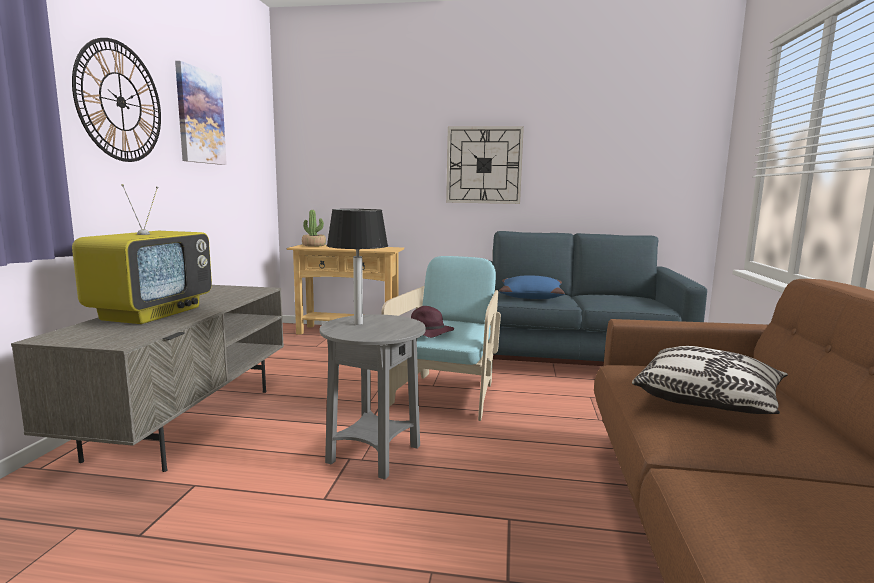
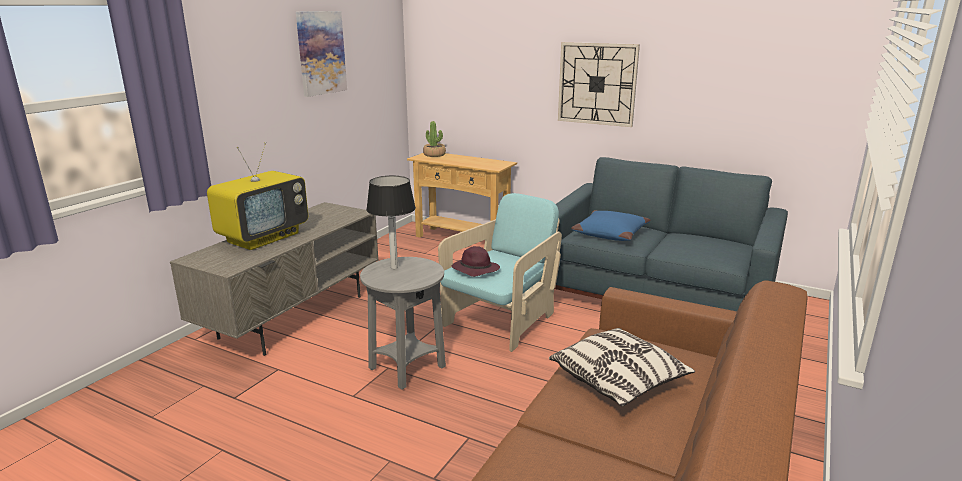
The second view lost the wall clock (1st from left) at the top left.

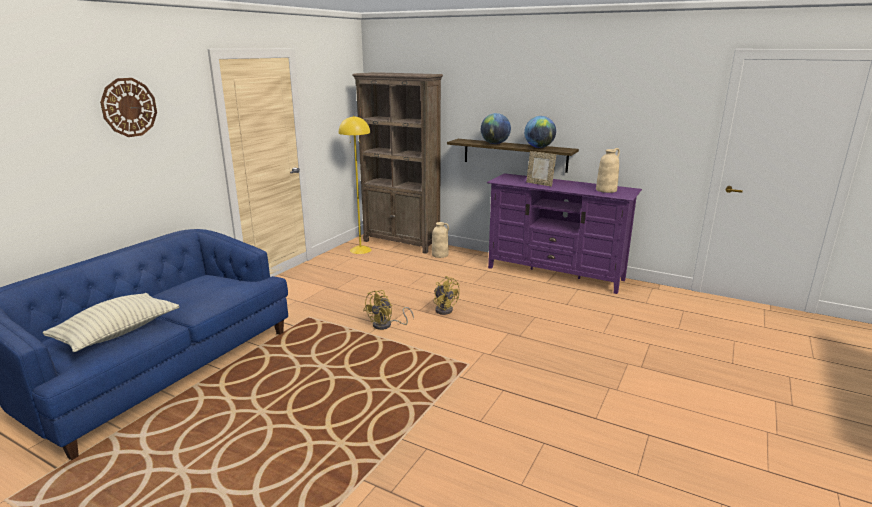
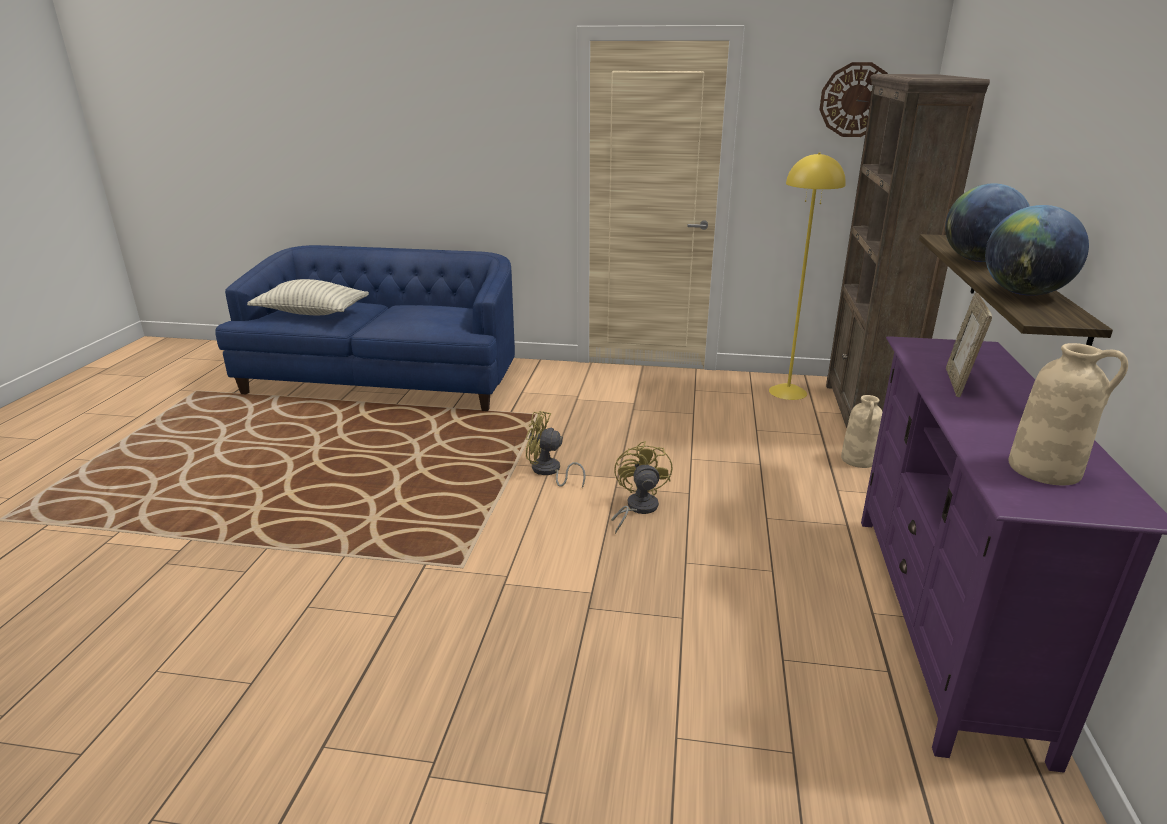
The fan (yellowish) (2nd from left) at the centre ended up facing another way, 150 degrees clockwise from before.
The wall clock ended up elsewhere, having gone from the top left to the top right.

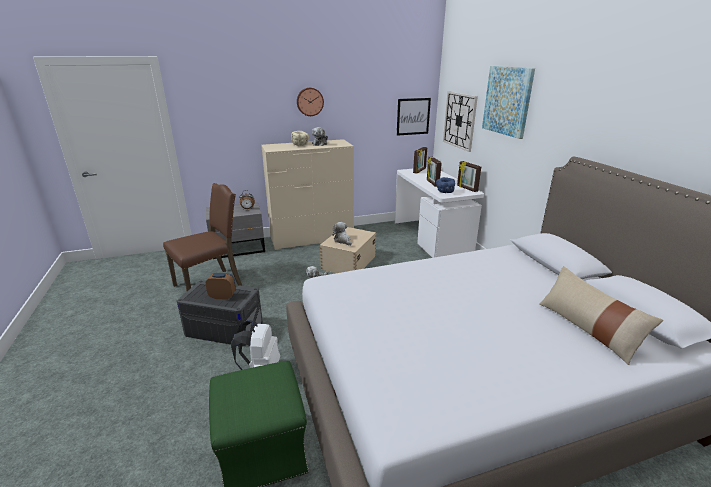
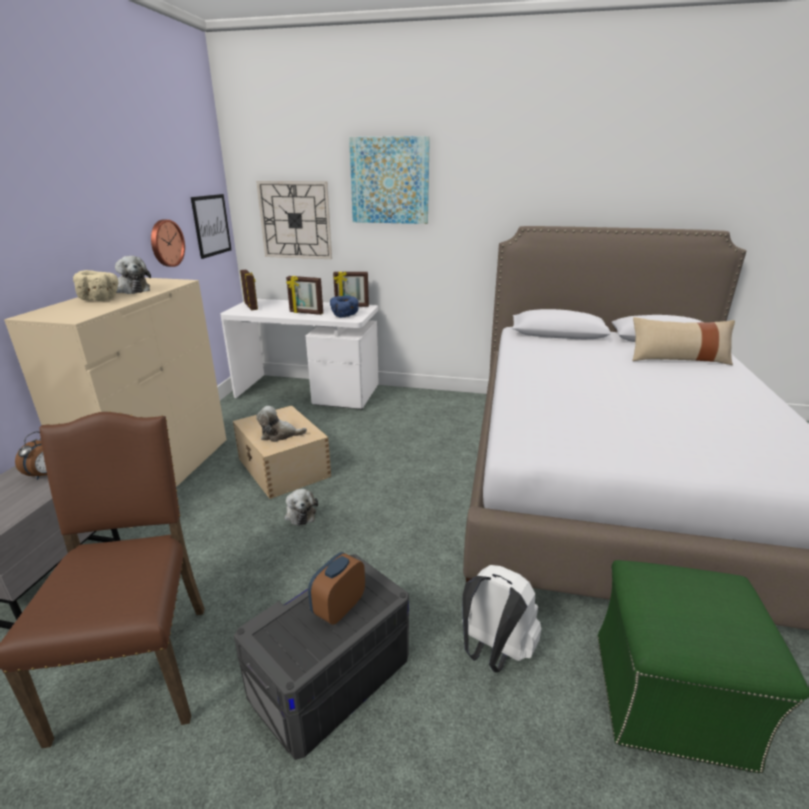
The wall clock (1st from left) ended up elsewhere, having gone from the top centre to the top left.

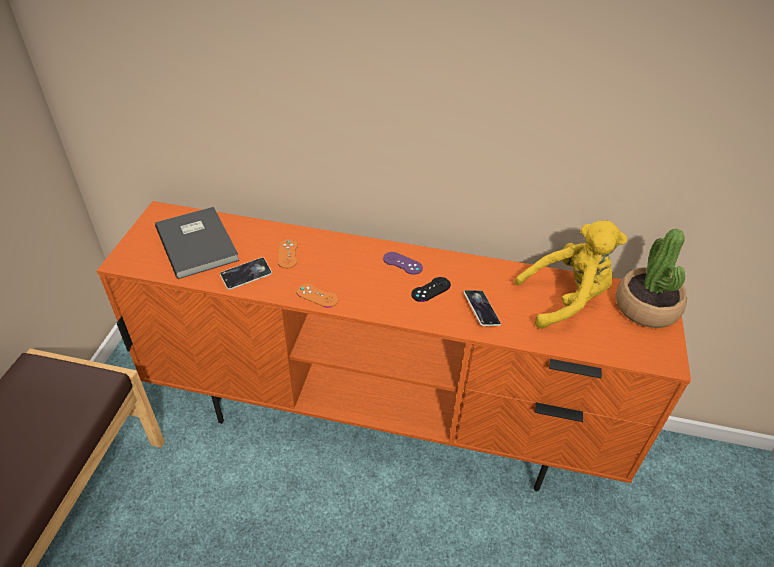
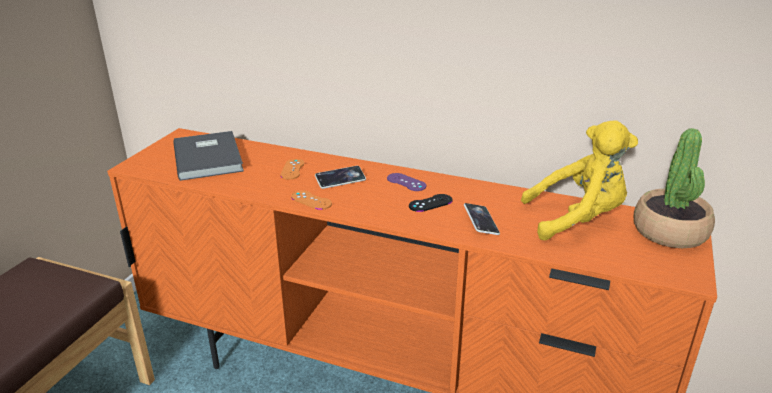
The handset (1st from left) ended up elsewhere, having gone from the middle left to the centre.

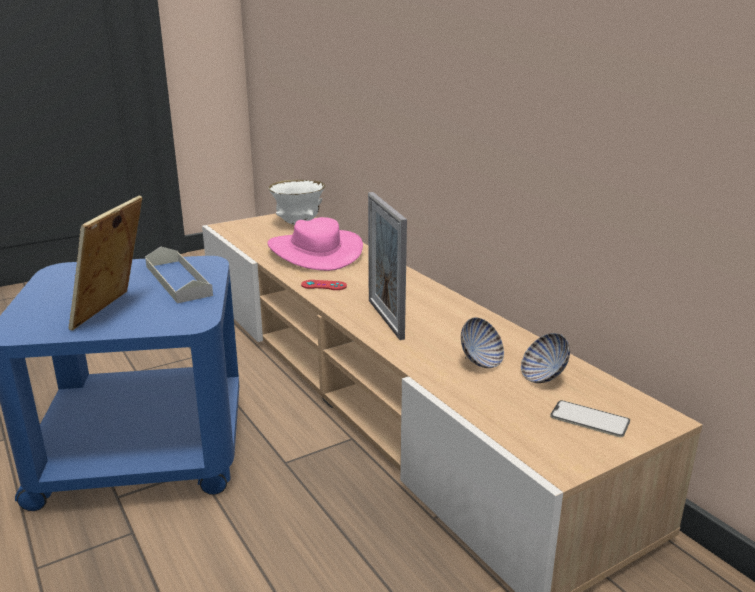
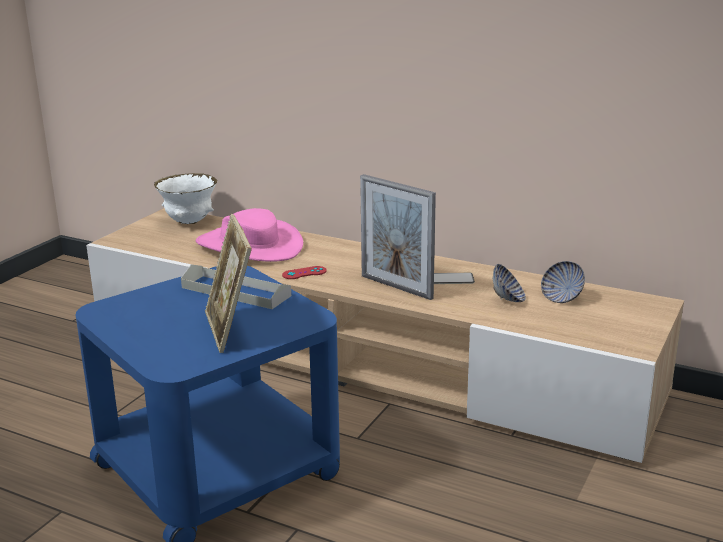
The handset ended up elsewhere, having gone from the bottom right to the centre.

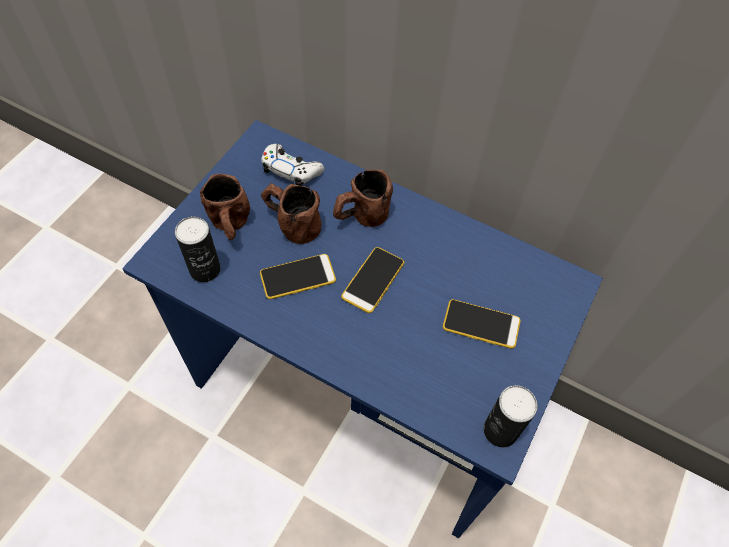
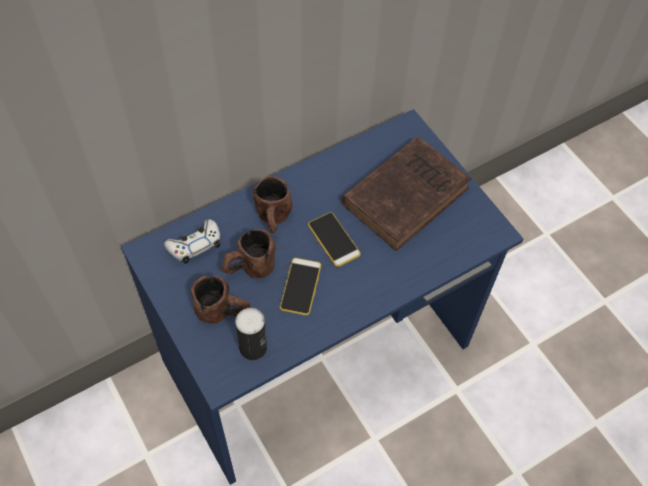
Where the handset (3rd from left) stood at the centre, the volume (brown-coloured) came to stand at the centre.
The second view lost the metal can (2nd from left) at the bottom right.

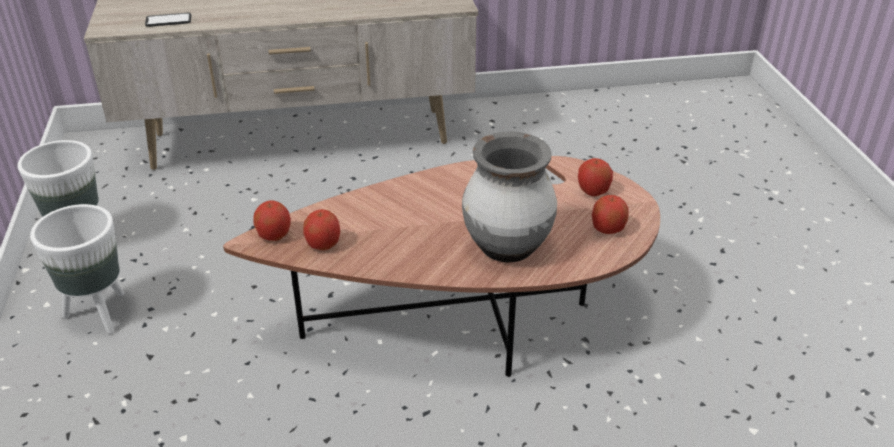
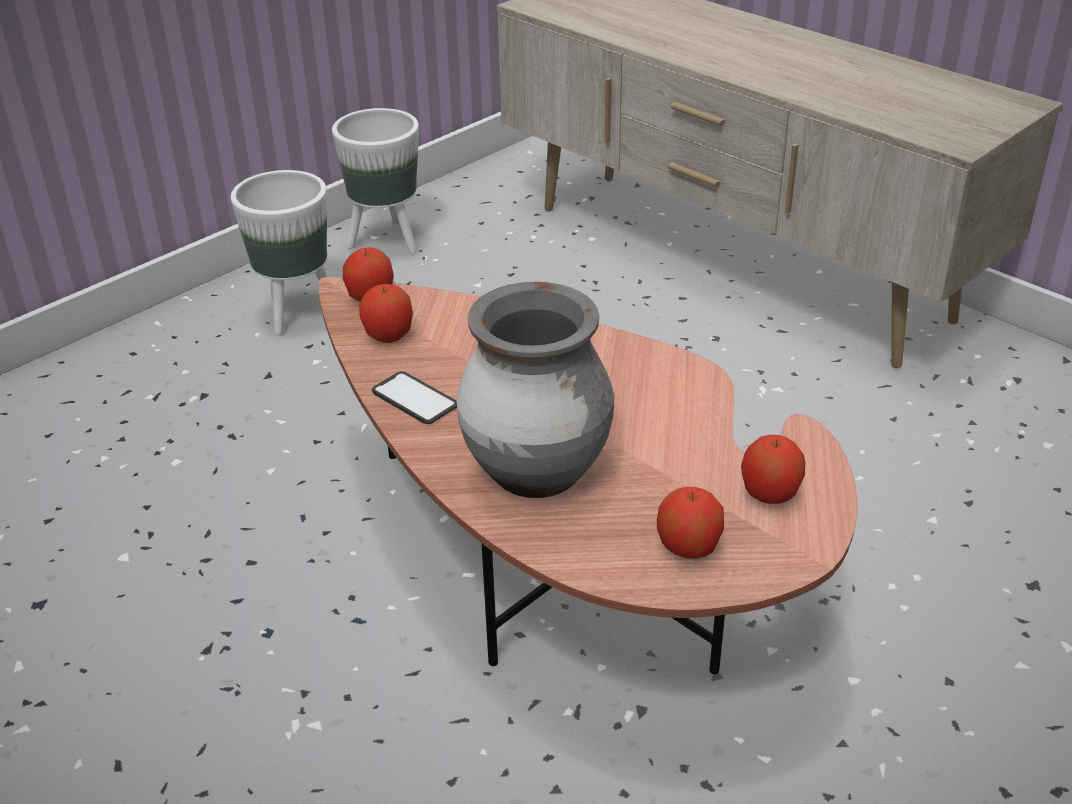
The handset ended up elsewhere, having gone from the top left to the centre.

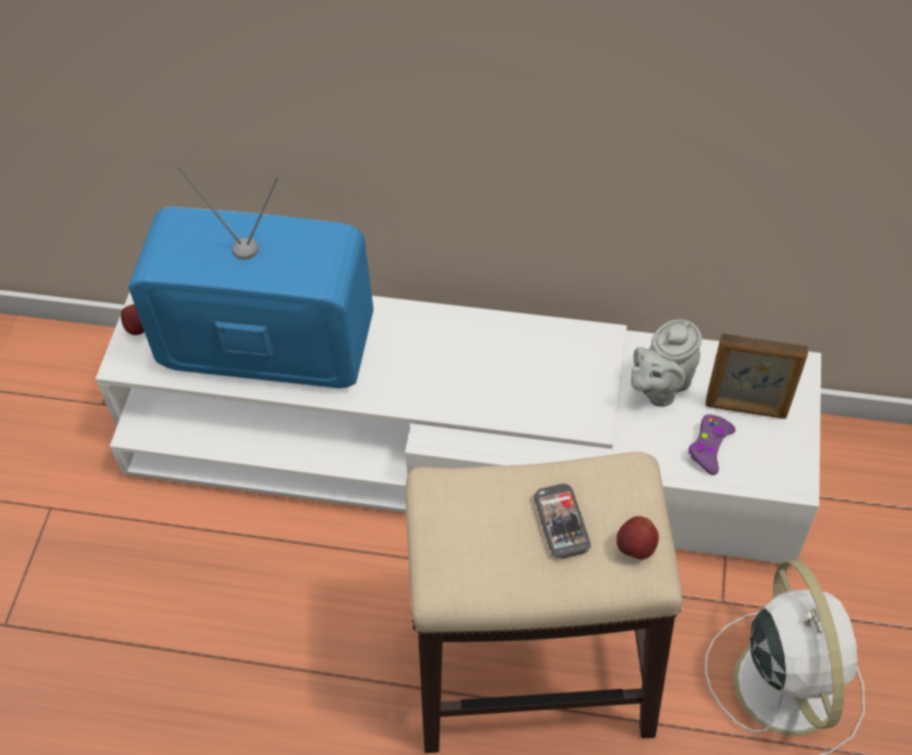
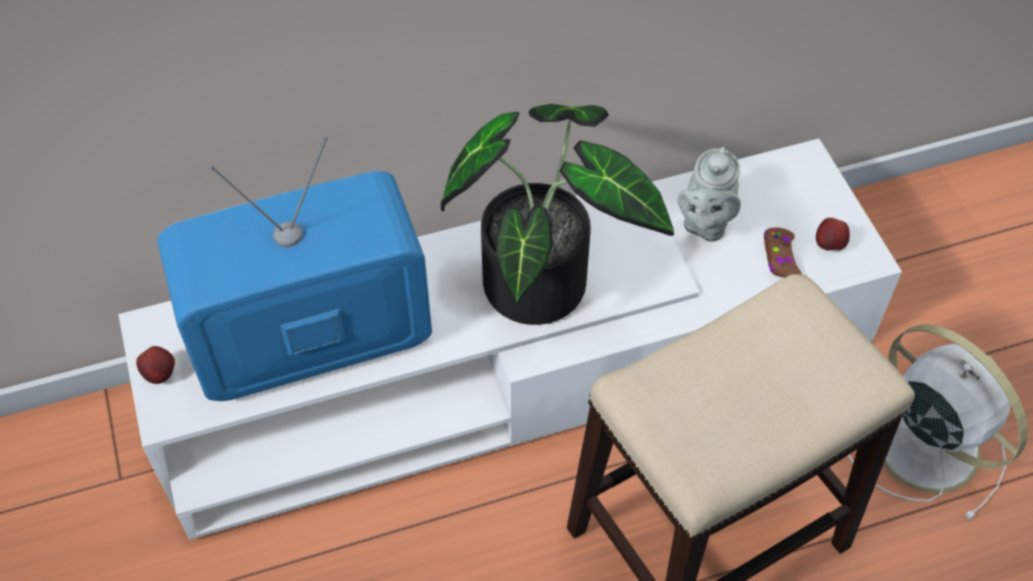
The second view gained the potted plant at the centre.
What was the gamepad (purple) at the middle right turned into the gamepad (brown-coloured) at the middle right.
The whole apple (2nd from left) ended up elsewhere, having gone from the bottom right to the middle right.
The second view lost the handset at the bottom centre.
The second view lost the standing frame at the middle right.

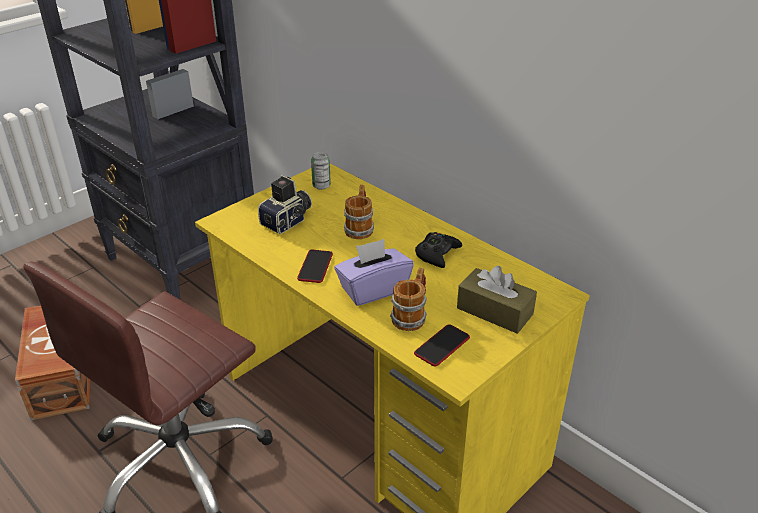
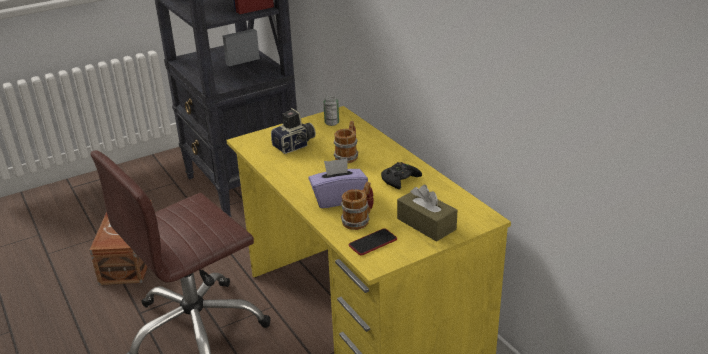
The second view lost the handset (1st from left) at the centre.

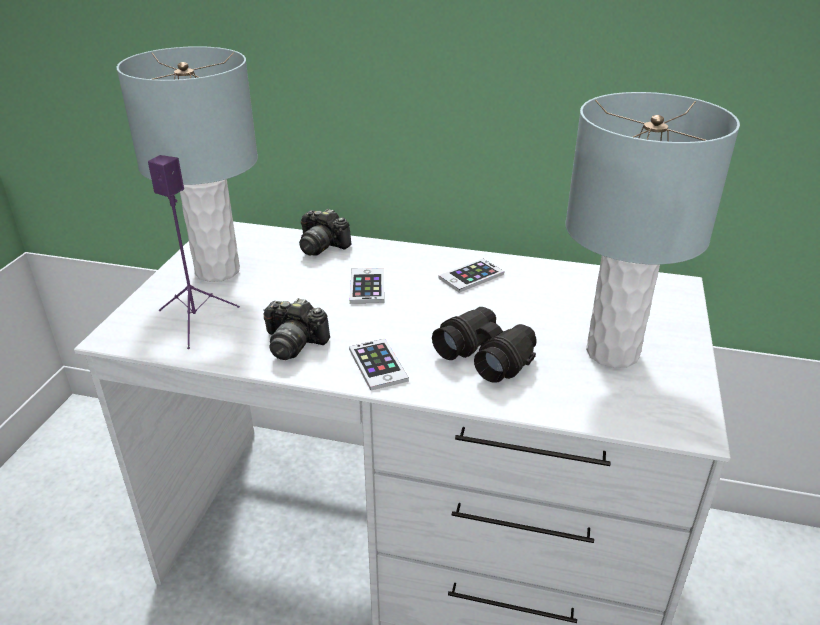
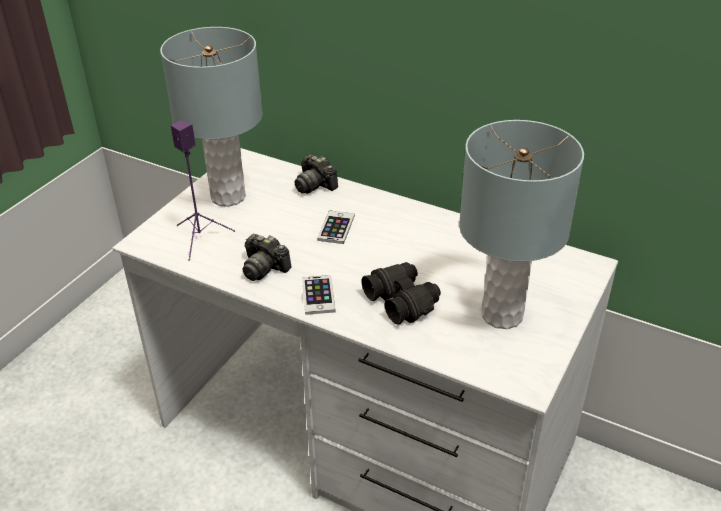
The second view lost the handset (3rd from left) at the centre.

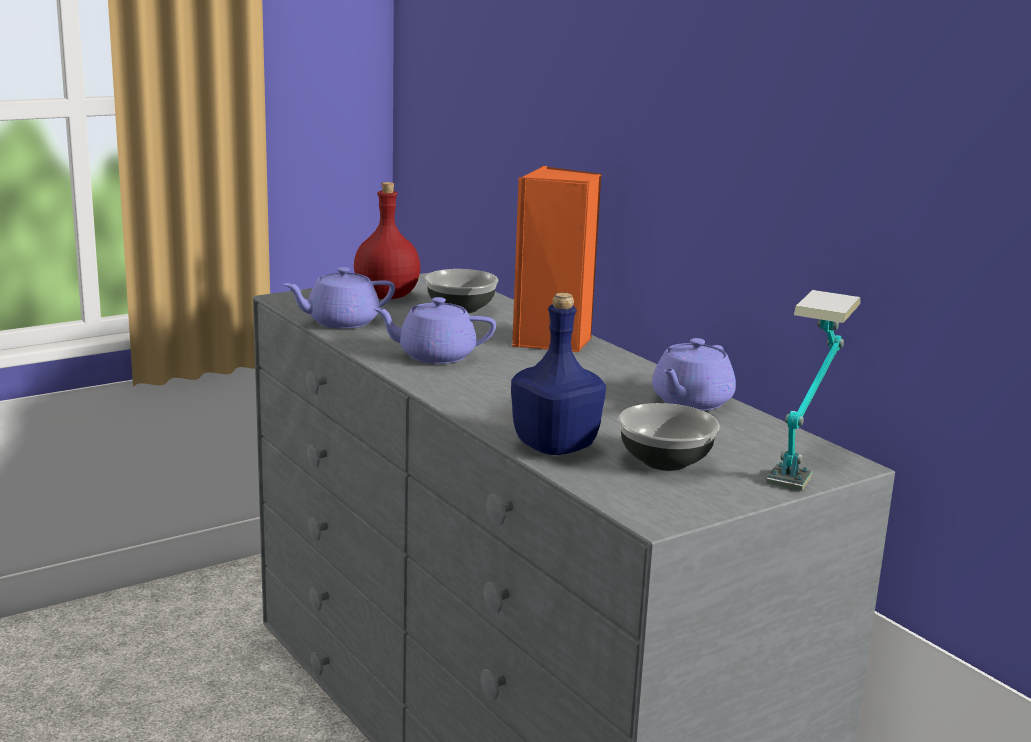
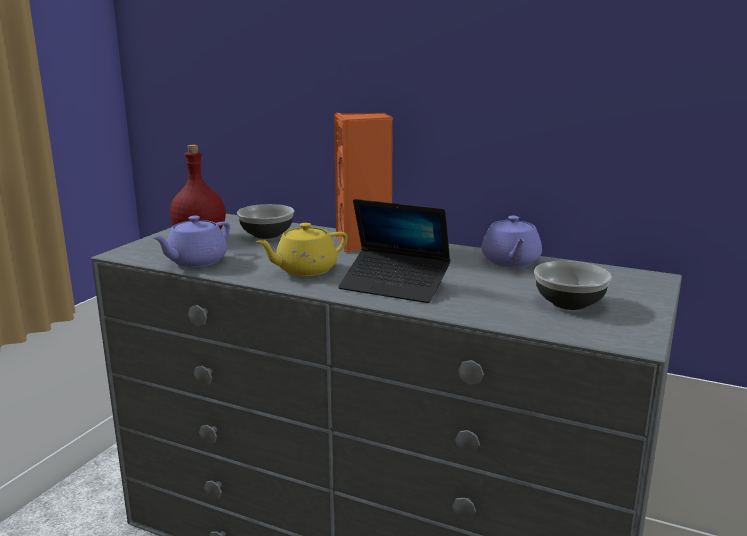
What was the teapot (purple) (2nd from left) at the centre turned into the teapot (yellowish) at the centre.
The second view gained the portable computer at the centre.
The second view lost the beverage bottle (blue-coloured) at the centre.
The second view lost the table lamp at the middle right.

